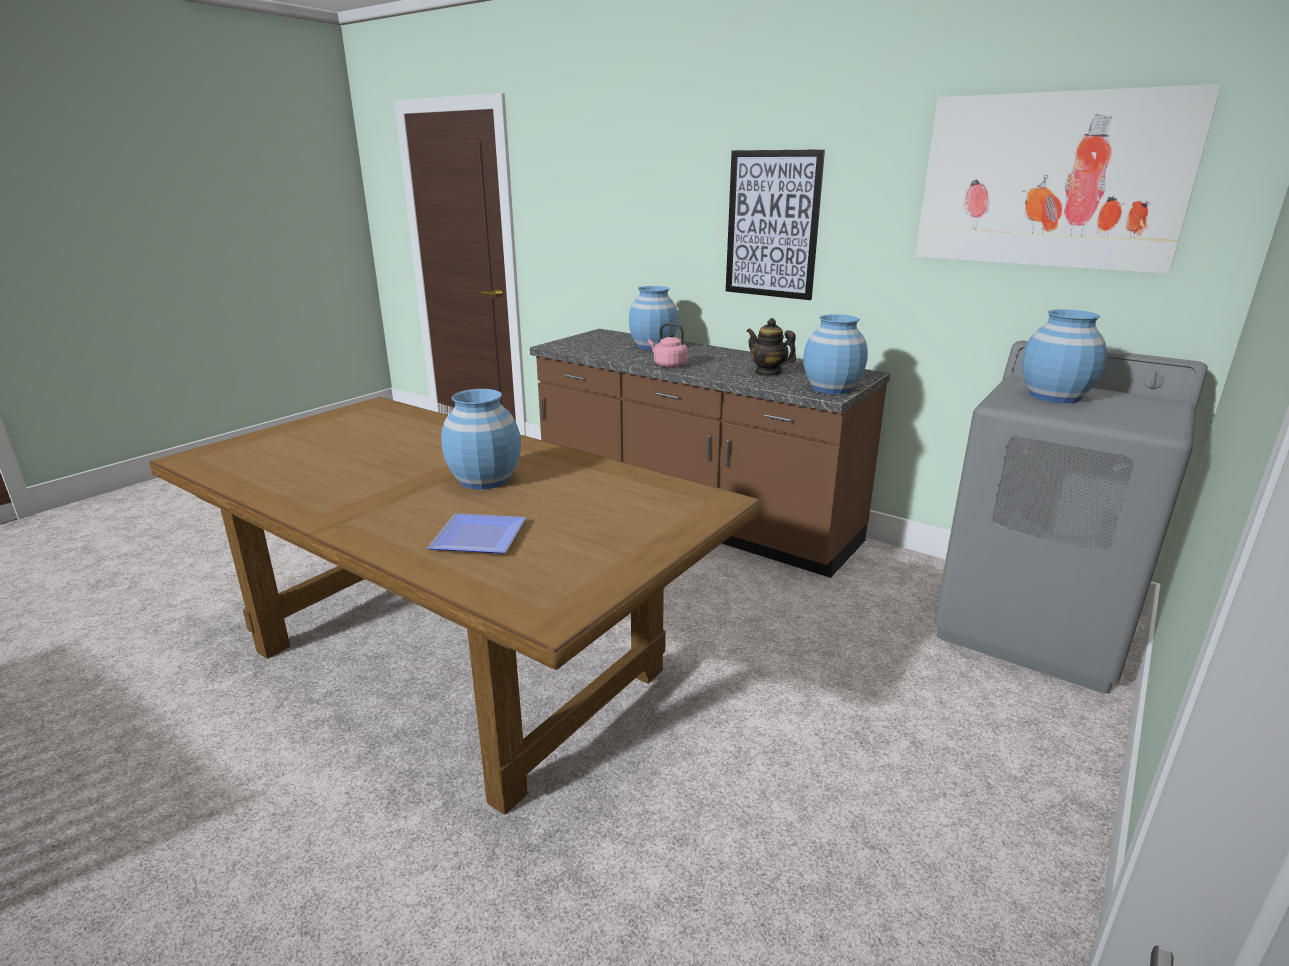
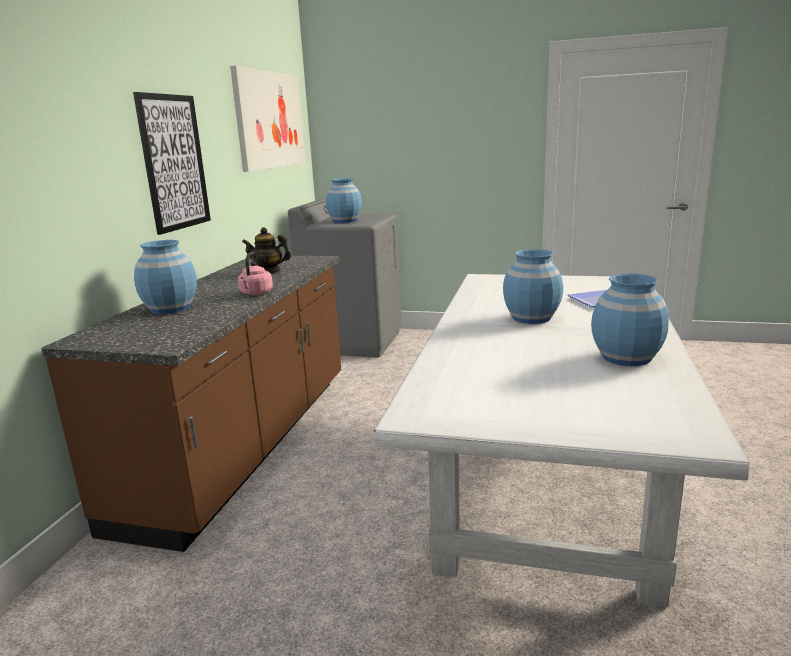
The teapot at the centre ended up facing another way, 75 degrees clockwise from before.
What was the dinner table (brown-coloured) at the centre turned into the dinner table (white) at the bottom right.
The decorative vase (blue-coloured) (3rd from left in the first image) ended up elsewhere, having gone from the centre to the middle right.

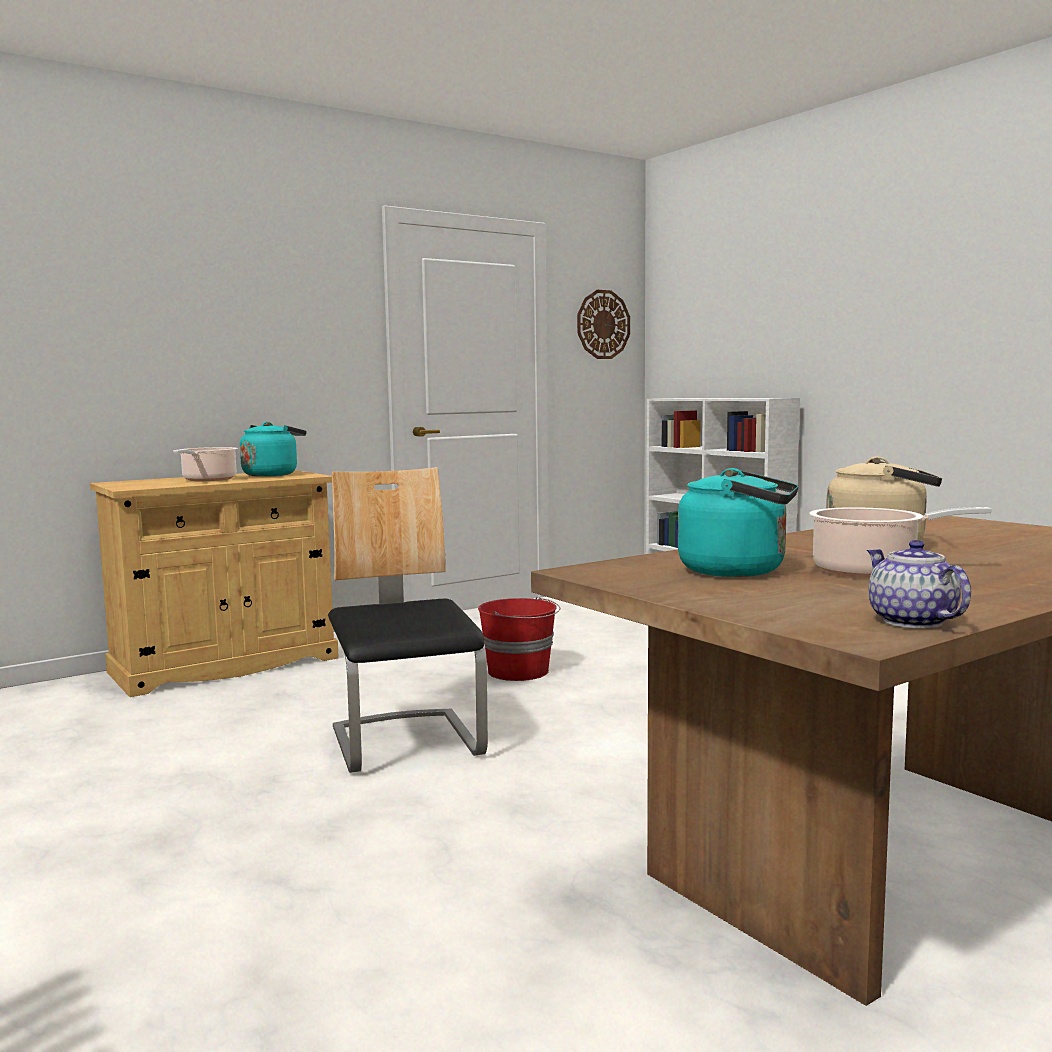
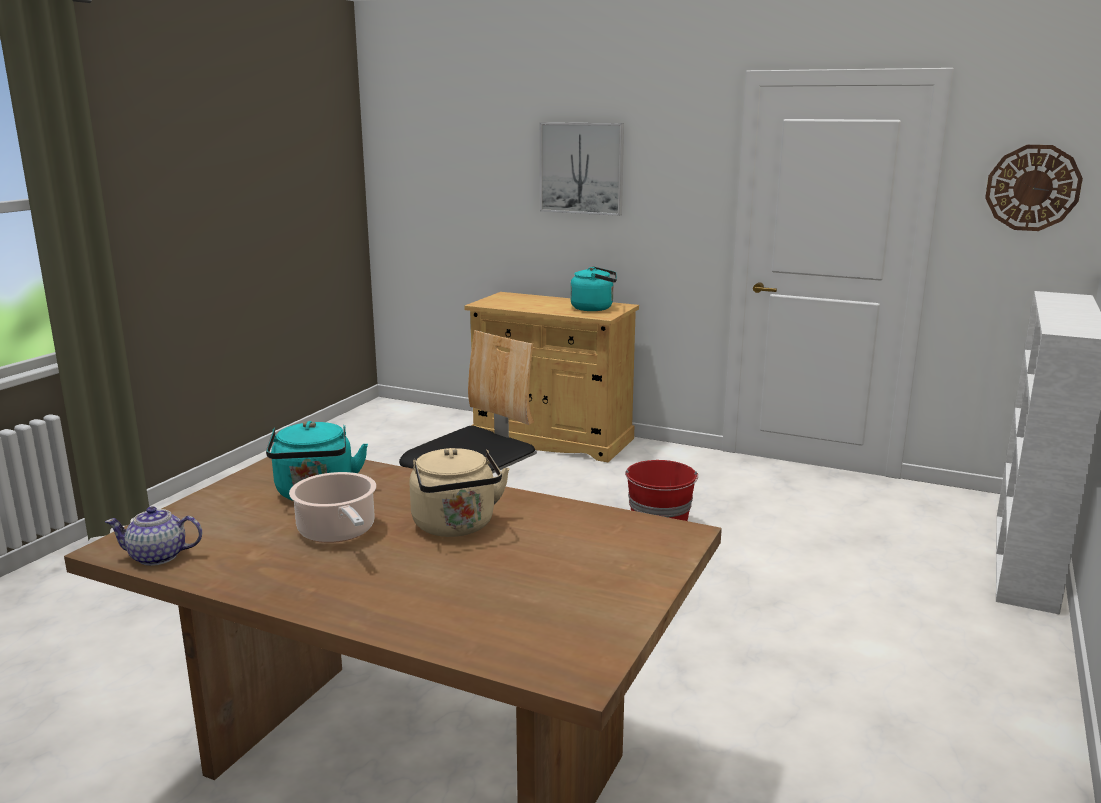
The teapot at the middle right ended up facing another way, 135 degrees counterclockwise from before.
The second view gained the wall picture at the top centre.
The second view lost the saucepot (1st from left) at the middle left.

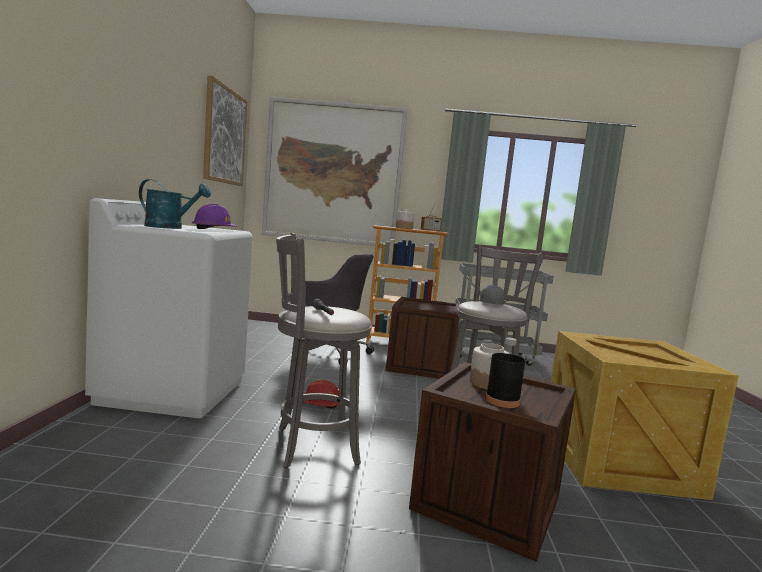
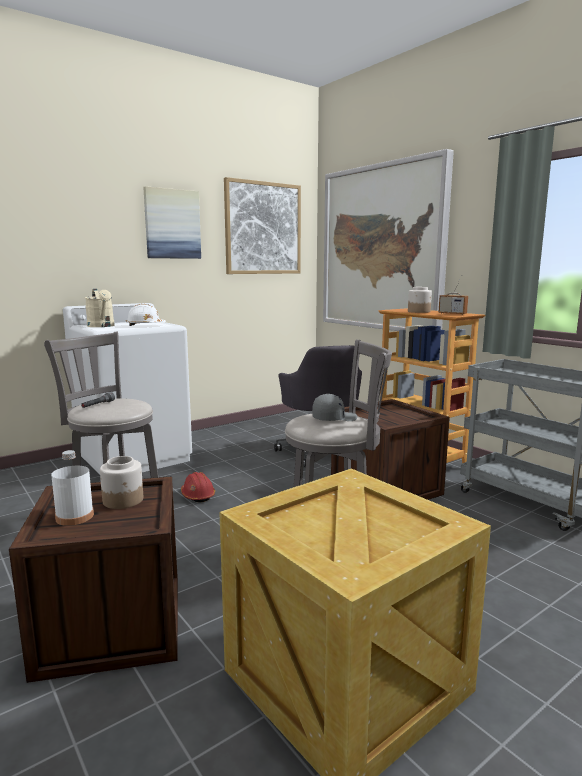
What was the beverage bottle (black) at the centre turned into the beverage bottle (white) at the middle left.
What was the watering can (turquoise-coloured) at the middle left turned into the watering can (sand-coloured) at the middle left.
What was the hard hat (purple) at the middle left turned into the hard hat (white) at the middle left.
The second view gained the wall picture (1st from left) at the top left.

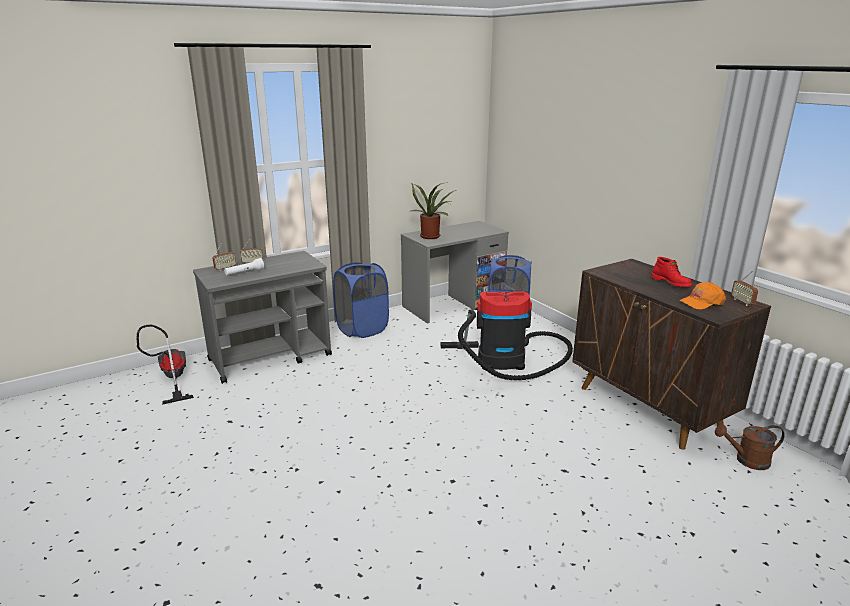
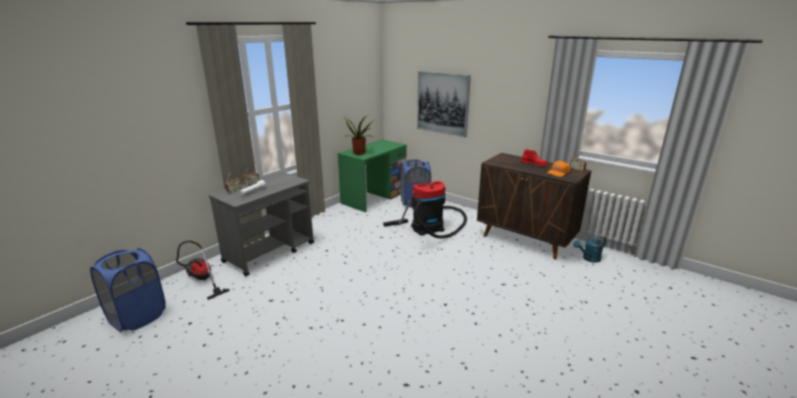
The washing basket (blue-coloured) (1st from left) ended up elsewhere, having gone from the centre to the bottom left.
What was the desk unit (greyish) at the centre turned into the desk unit (green) at the centre.
The second view gained the wall picture at the top centre.
What was the watering can (brown-coloured) at the bottom right turned into the watering can (turquoise-coloured) at the middle right.

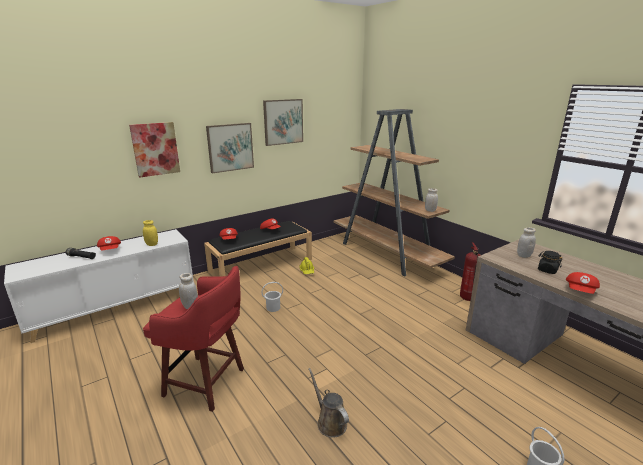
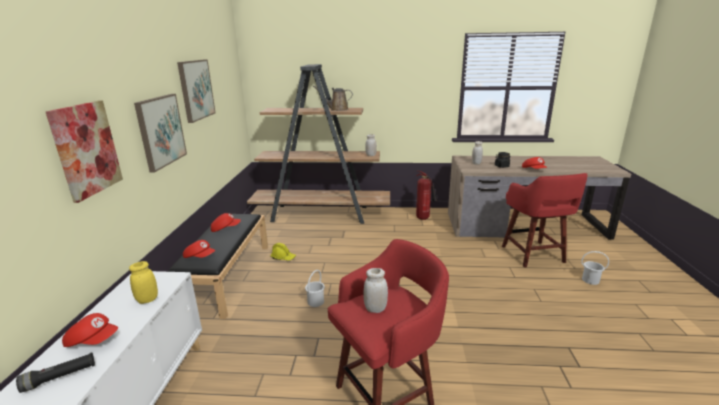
The watering can (brown-coloured) ended up elsewhere, having gone from the bottom centre to the top centre.
The second view gained the stool seat (red) (2nd from left) at the middle right.

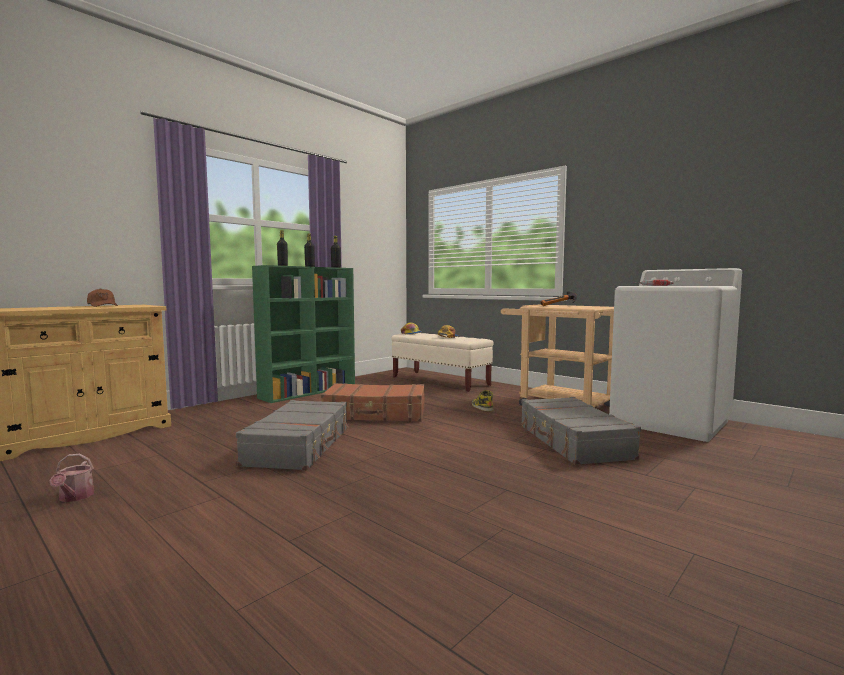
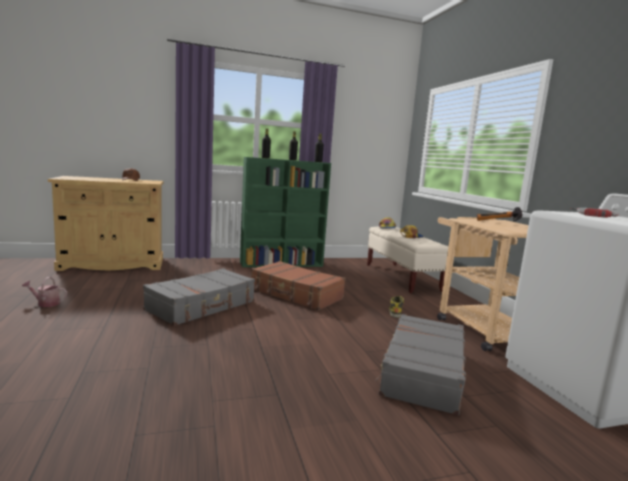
The watering can at the bottom left ended up facing another way, 75 degrees clockwise from before.

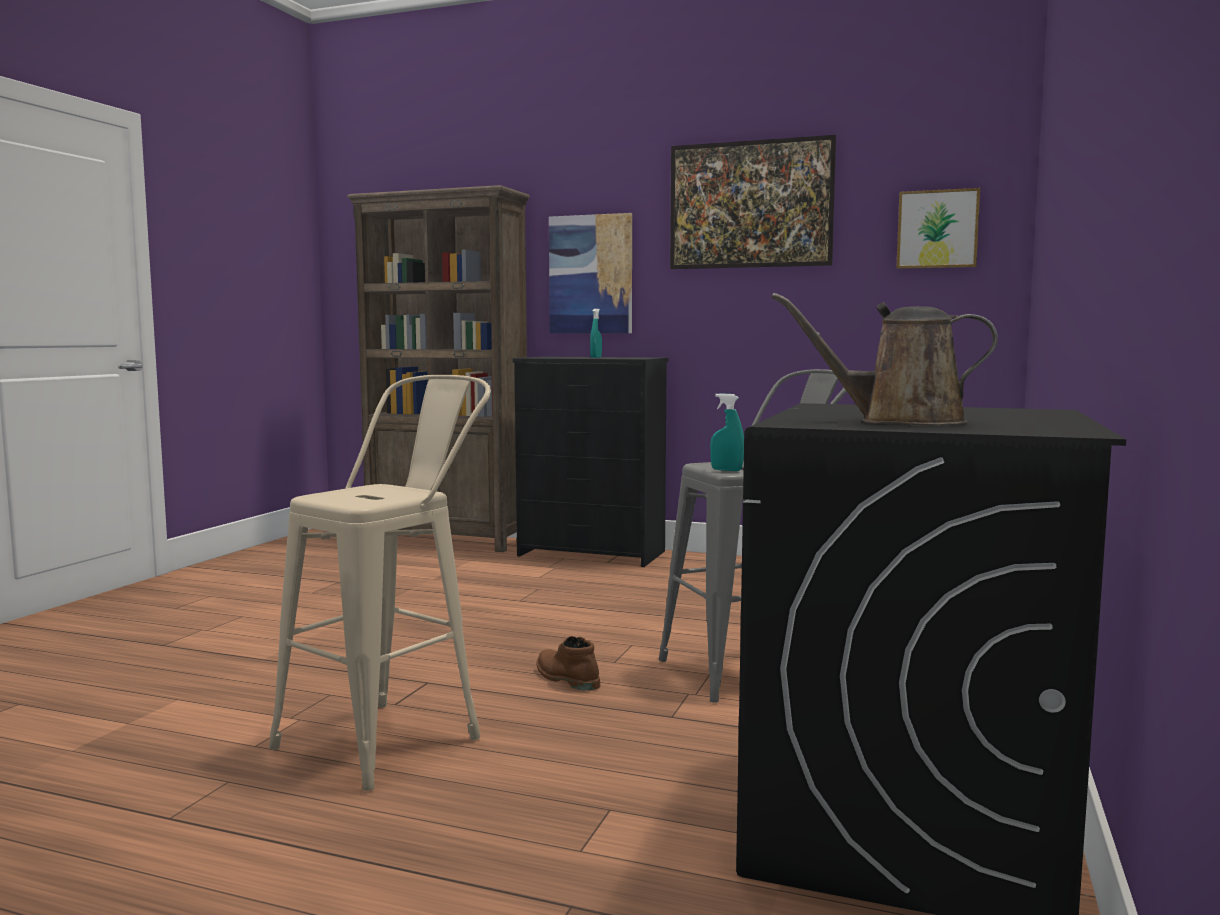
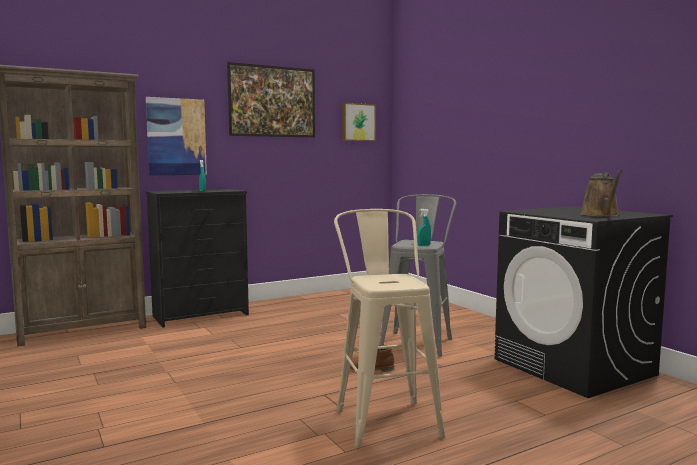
The watering can (brown-coloured) at the middle right ended up facing another way, 45 degrees counterclockwise from before.

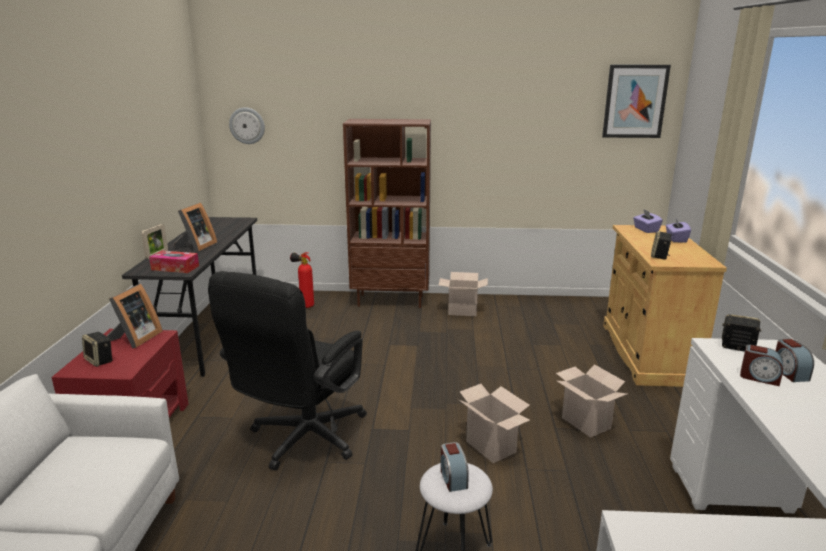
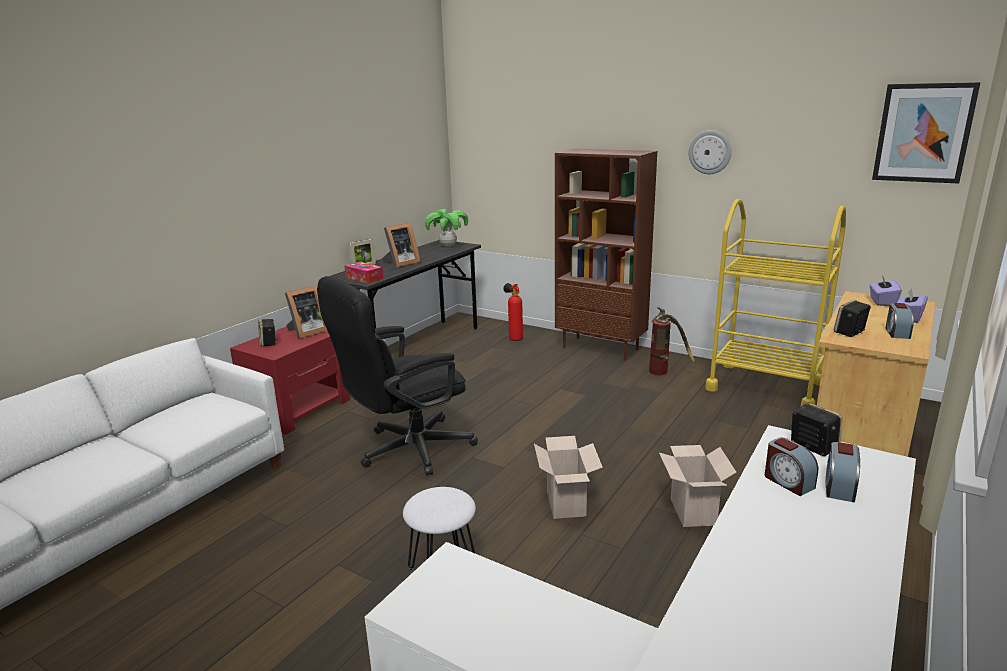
The second view gained the potted plant at the centre.
Where the packing box (1st from left) stood at the centre, the fire-fighting cylinder (2nd from left) came to stand at the middle right.
The wall clock ended up elsewhere, having gone from the top left to the top right.
The second view gained the wheeled cart (yellowish) at the middle right.
The table clock (1st from left in the first image) ended up elsewhere, having gone from the bottom centre to the middle right.

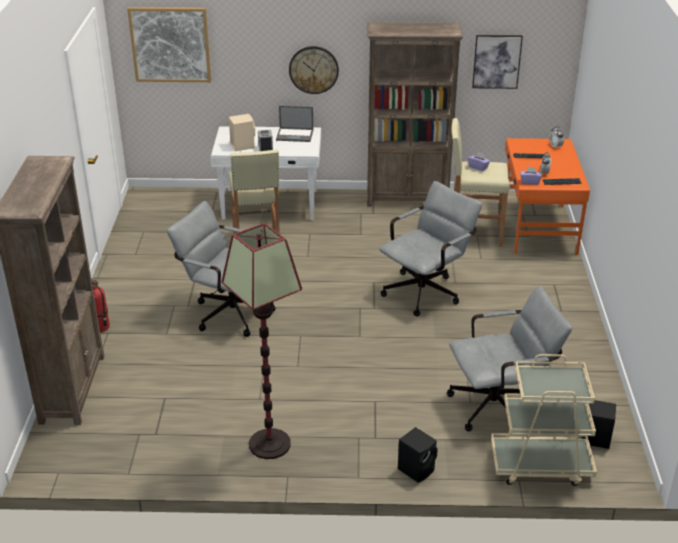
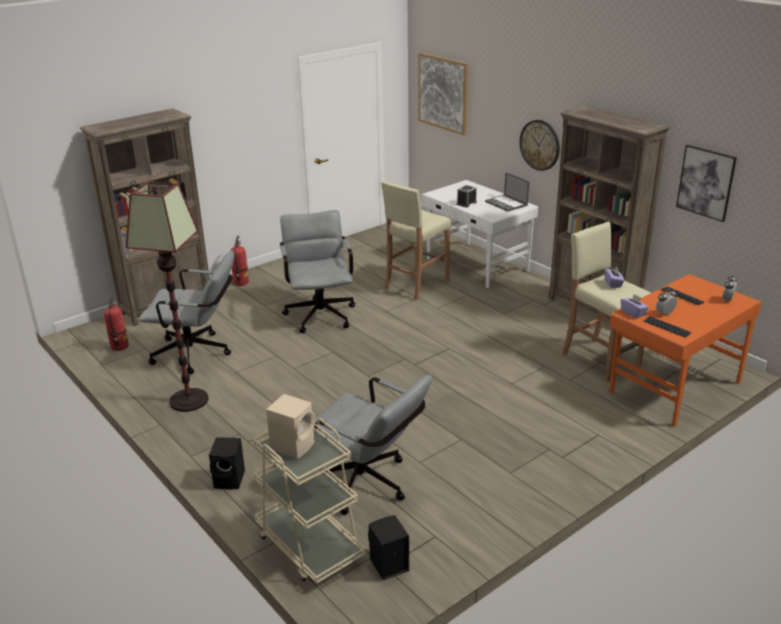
The second view gained the fire-fighting cylinder (1st from left) at the middle left.
The computer chair (greyish) (2nd from left in the first image) ended up elsewhere, having gone from the centre to the middle left.
The audio speaker (sand-coloured) ended up elsewhere, having gone from the top centre to the bottom centre.

